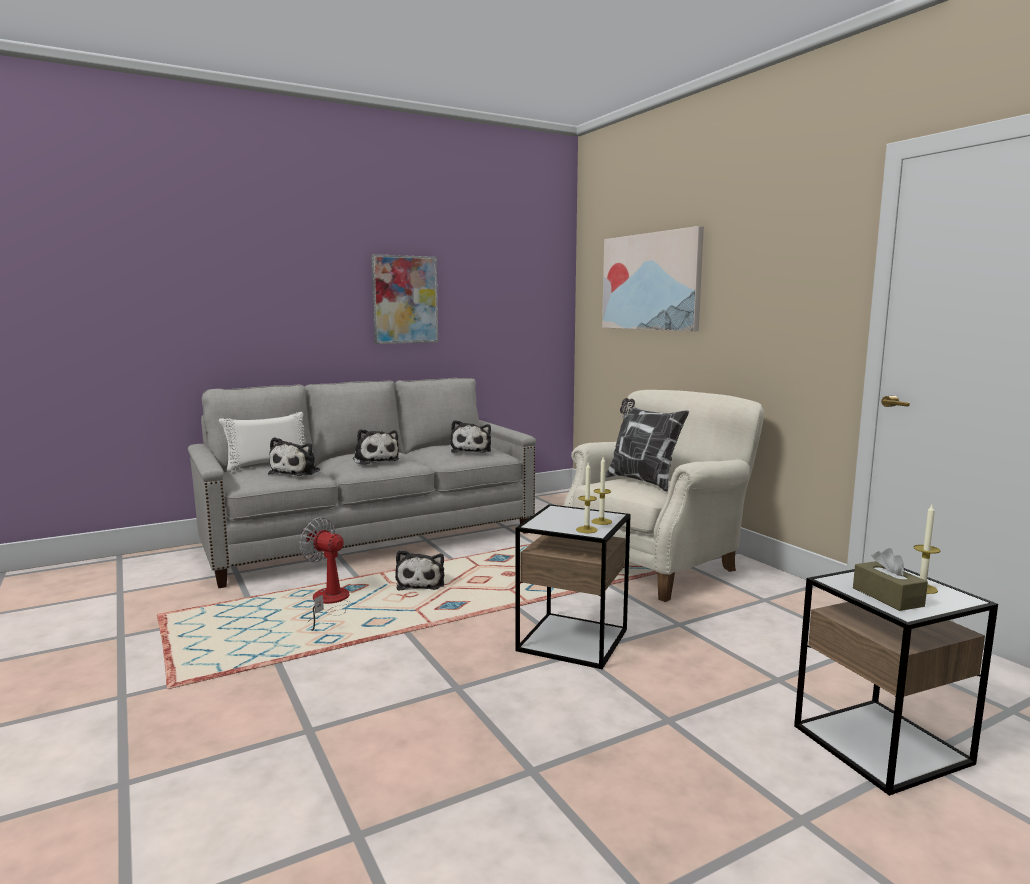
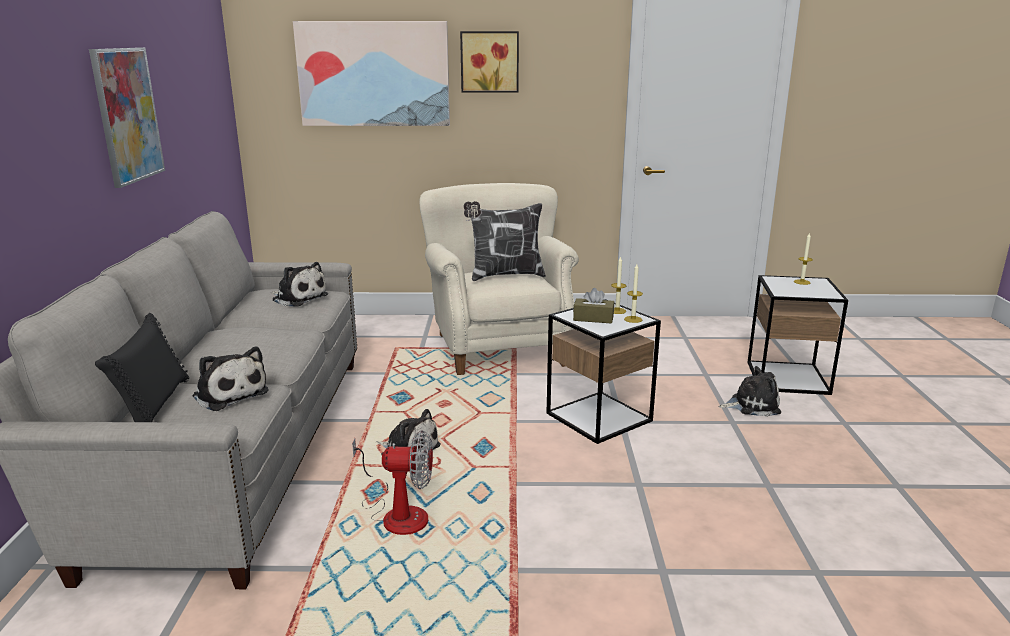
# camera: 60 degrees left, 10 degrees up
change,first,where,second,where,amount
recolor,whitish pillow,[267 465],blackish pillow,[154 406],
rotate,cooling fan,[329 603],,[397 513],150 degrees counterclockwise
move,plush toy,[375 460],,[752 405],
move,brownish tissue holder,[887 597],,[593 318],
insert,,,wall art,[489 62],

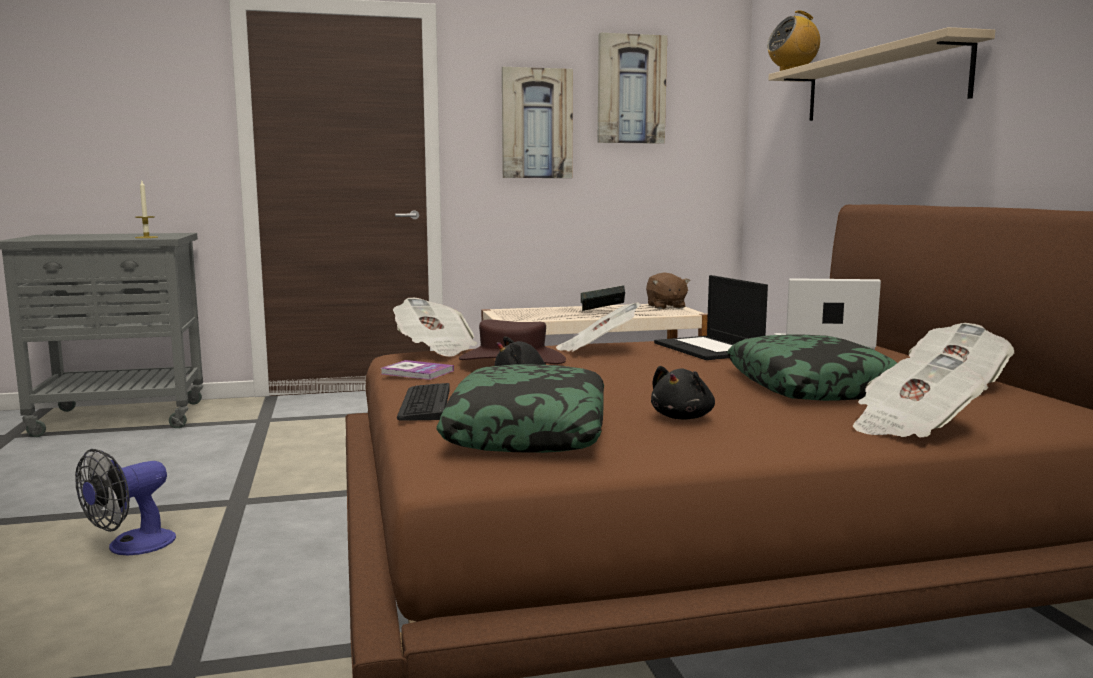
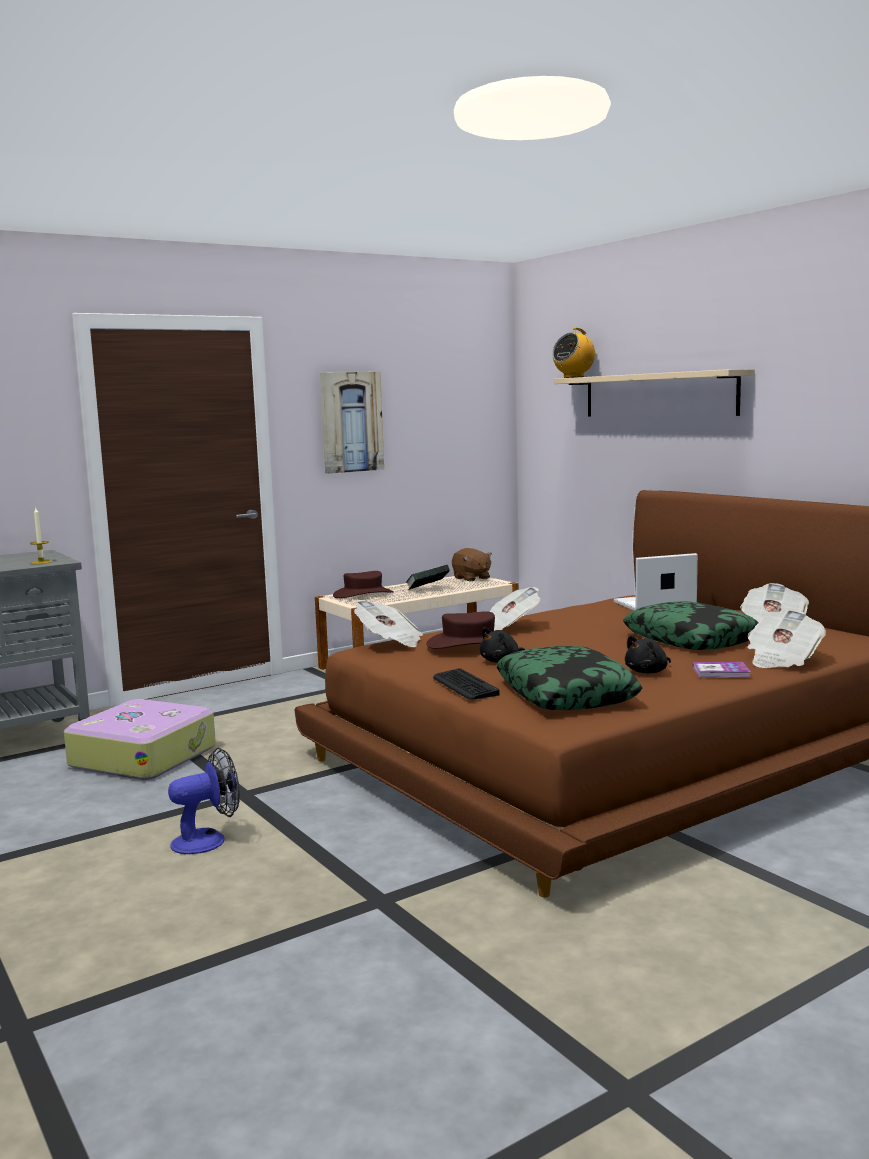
# camera: 20 degrees left, 0 degrees up
change,first,where,second,where,amount
rotate,cooling fan,[131 546],,[208 840],135 degrees counterclockwise
move,volume,[417 372],,[721 671],
delete,wall art,[631 89],,,
rotate,blackish plush toy,[683 417],,[648 672],45 degrees clockwise
delete,portable computer,[709 349],,,
insert,,,piece of luggage,[143 756],
insert,,,brownish clothing hat,[363 594],

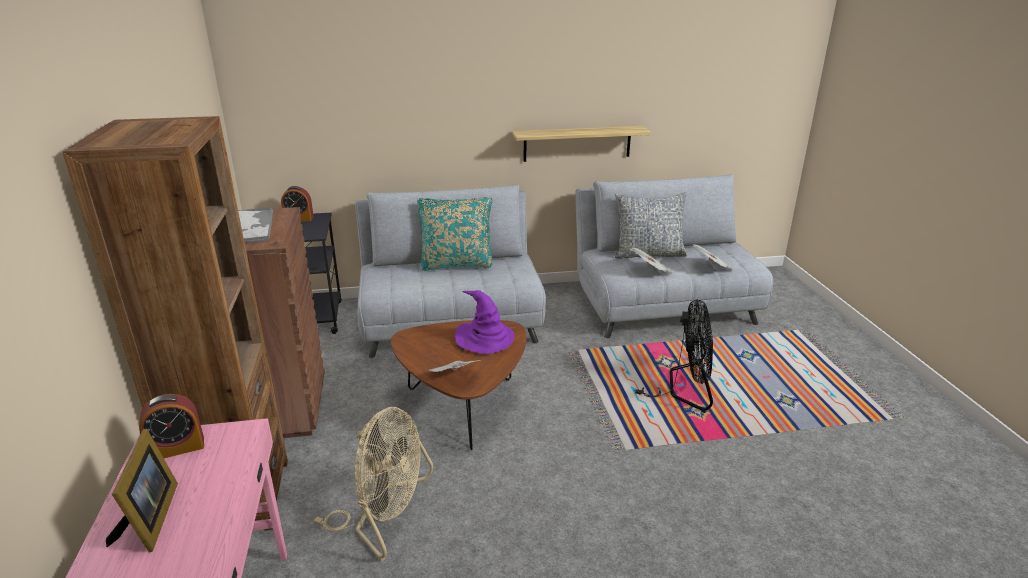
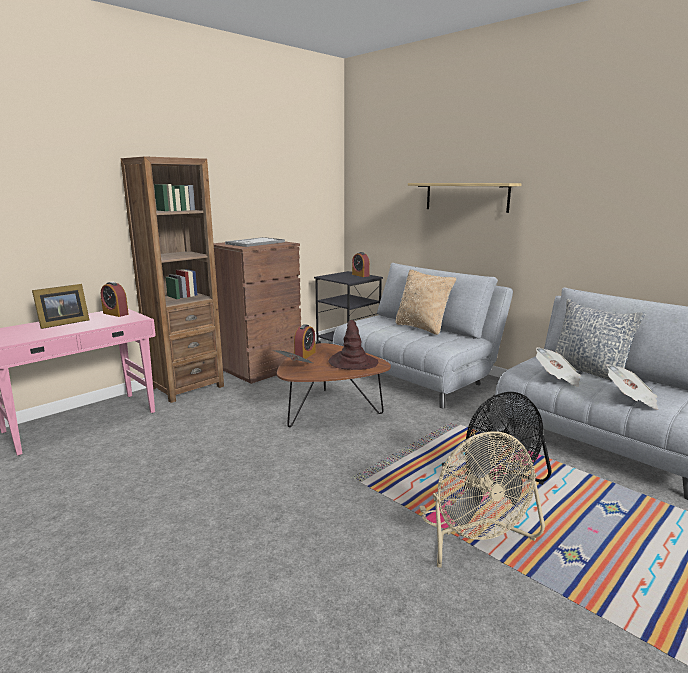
# camera: 55 degrees right, 10 degrees down
change,first,where,second,where,amount
move,sand-coloured cooling fan,[383 516],,[471 539],
recolor,blue-green pillow,[457 266],sand-coloured pillow,[422 329],
recolor,purplish clothing hat,[485 339],brownish clothing hat,[353 362],
move,wall shelf,[577 143],,[466 197],
insert,,,table clock,[305 355],

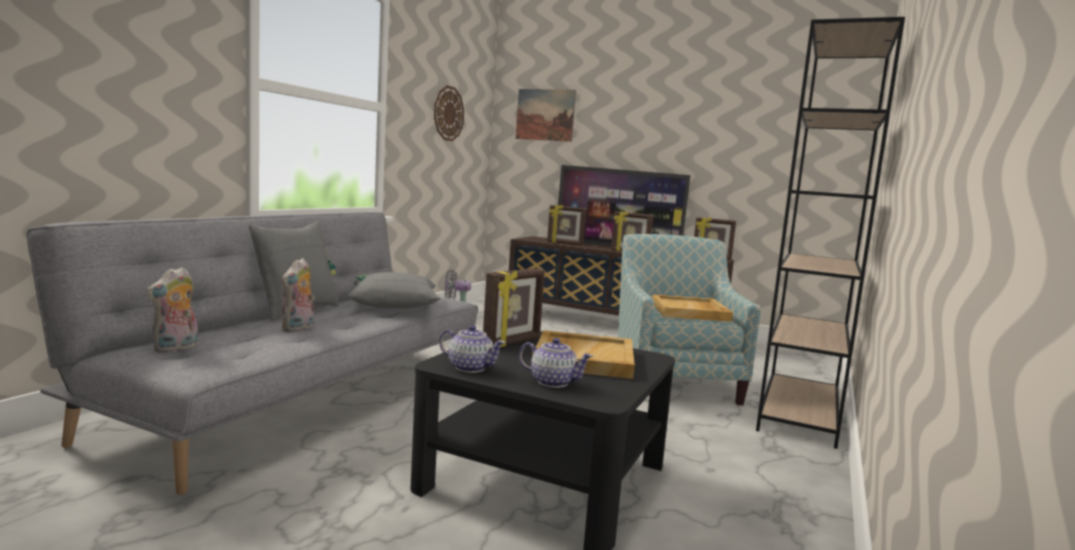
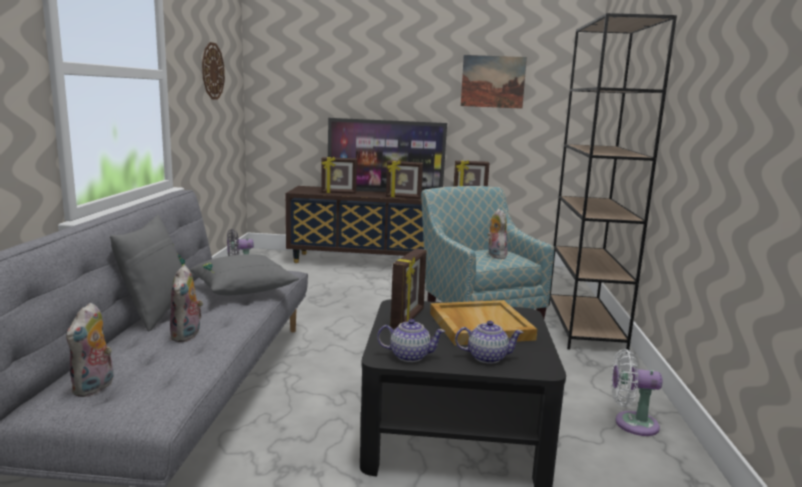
# camera: 20 degrees left, 5 degrees up
change,first,where,second,where,amount
move,wall art,[545 115],,[493 81],
replace,sand-coloured carrying tray,[690 312],plush toy,[495 255],
insert,,,whitish cooling fan,[631 423],

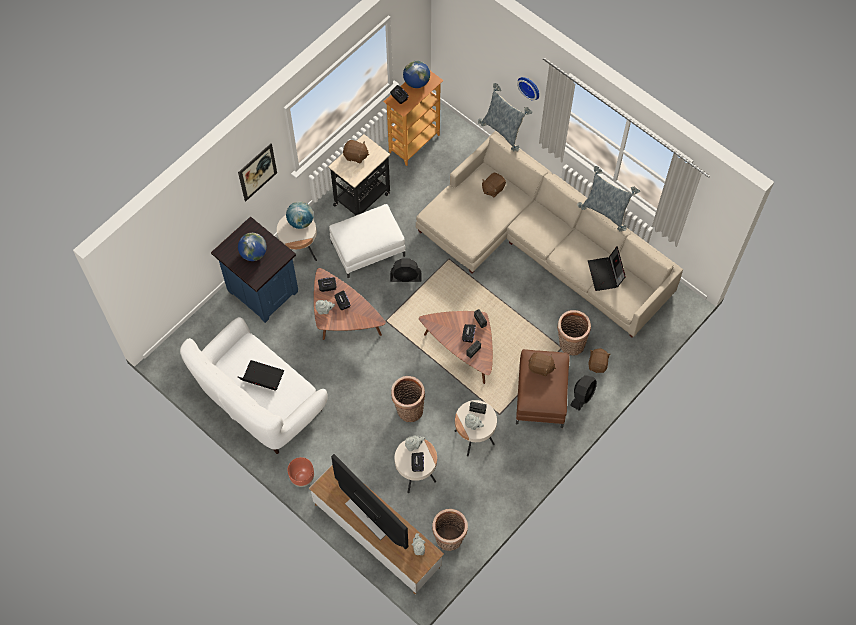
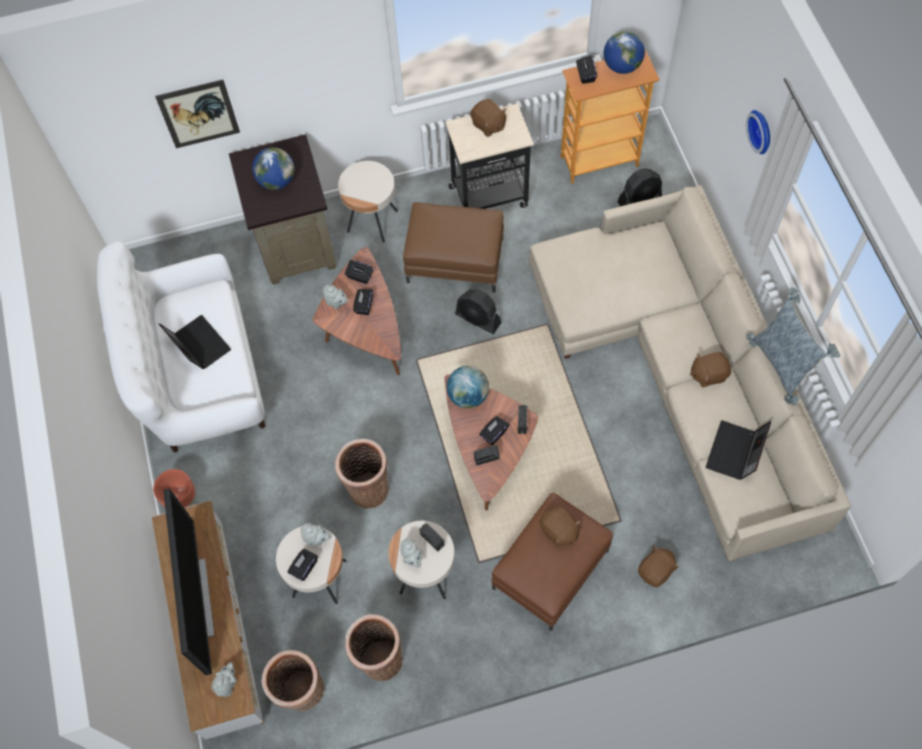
# camera: 35 degrees right, 0 degrees up
change,first,where,second,where,amount
recolor,bluish storage cabinet,[262 290],sand-coloured storage cabinet,[296 244],
move,wall art,[257 172],,[198 114],
move,world globe,[301 221],,[468 396],
recolor,whitish ottoman,[368 249],brownish ottoman,[455 260],
delete,pillow,[503 132],,,
move,brownish plush toy,[493 188],,[708 374],
move,household basket,[570 344],,[379 658],
move,blackish cooling fan,[582 395],,[639 199],

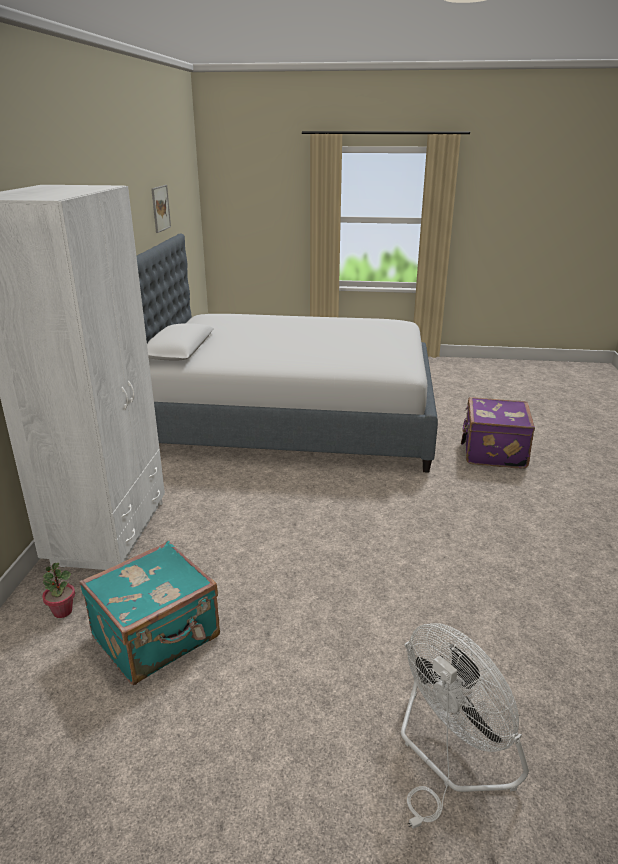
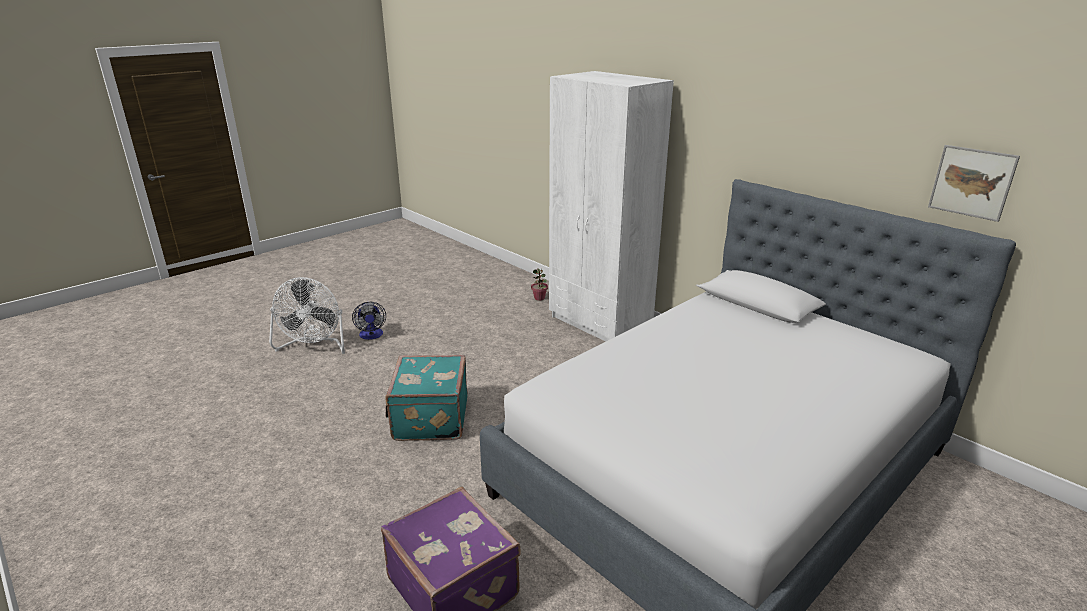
# camera: 130 degrees right, 0 degrees up
change,first,where,second,where,amount
move,blue-green piece of luggage,[157 638],,[429 419],
insert,,,cooling fan,[371 336],

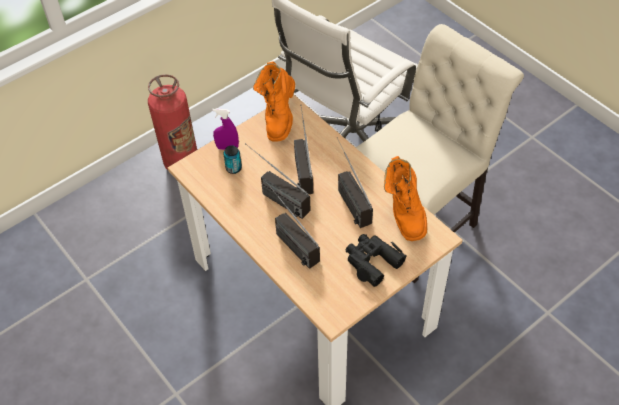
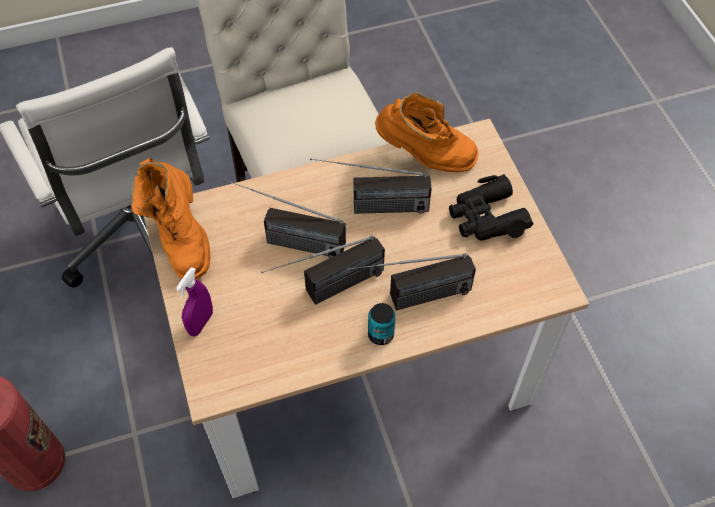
# camera: 70 degrees left, 5 degrees up
change,first,where,second,where,amount
move,can,[233 168],,[380 334],
rotate,orange tall boot,[279 118],,[181 238],45 degrees clockwise

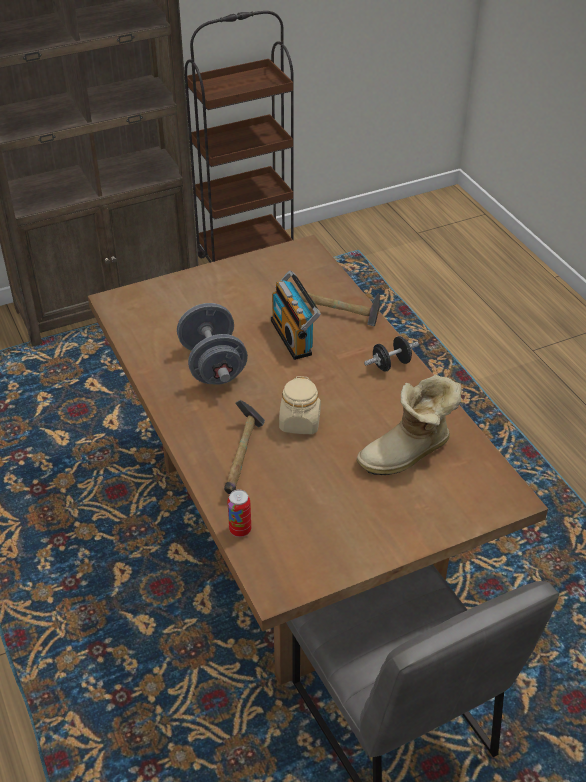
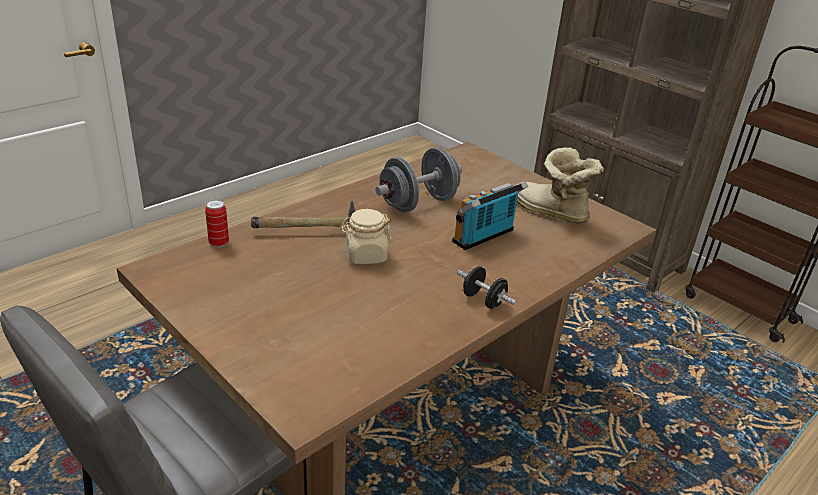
# camera: 70 degrees right, 10 degrees down
change,first,where,second,where,amount
delete,hand hammer,[334 313],,,
move,tall boot,[408 454],,[550 213],

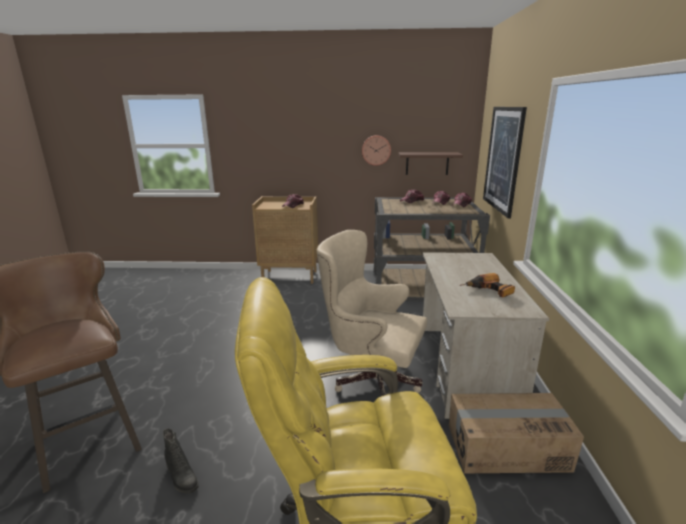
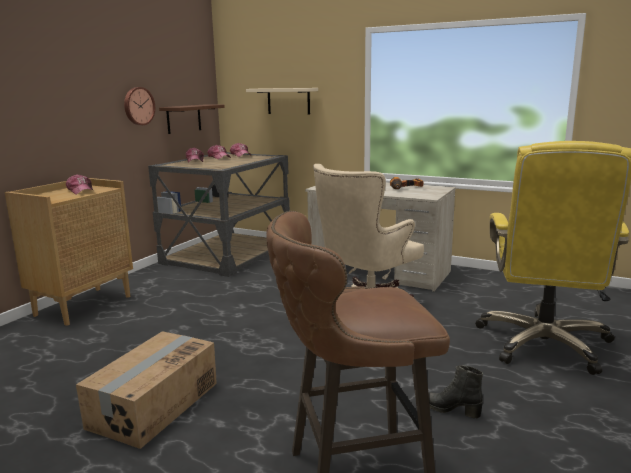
# camera: 65 degrees left, 5 degrees down
change,first,where,second,where,amount
rotate,blackish tall boot,[181 478],,[451 409],135 degrees counterclockwise
move,carton,[506 447],,[153 405],
replace,wall art,[503 159],sand-coloured wall shelf,[288 101],

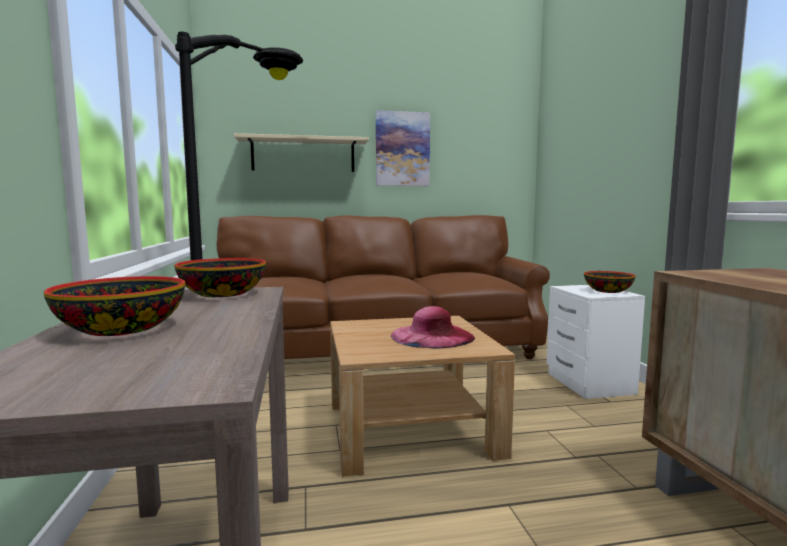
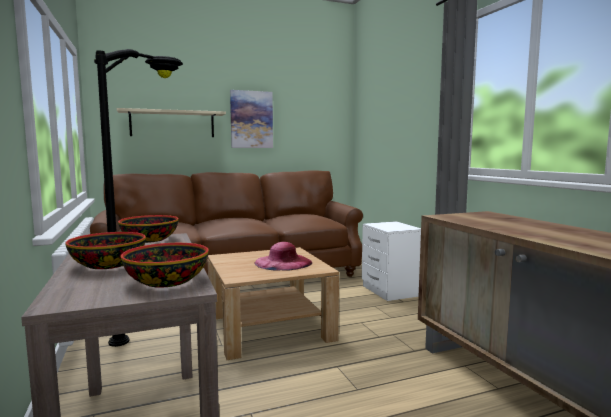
# camera: 10 degrees left, 0 degrees up
change,first,where,second,where,amount
move,serving bowl,[607 291],,[166 281],

